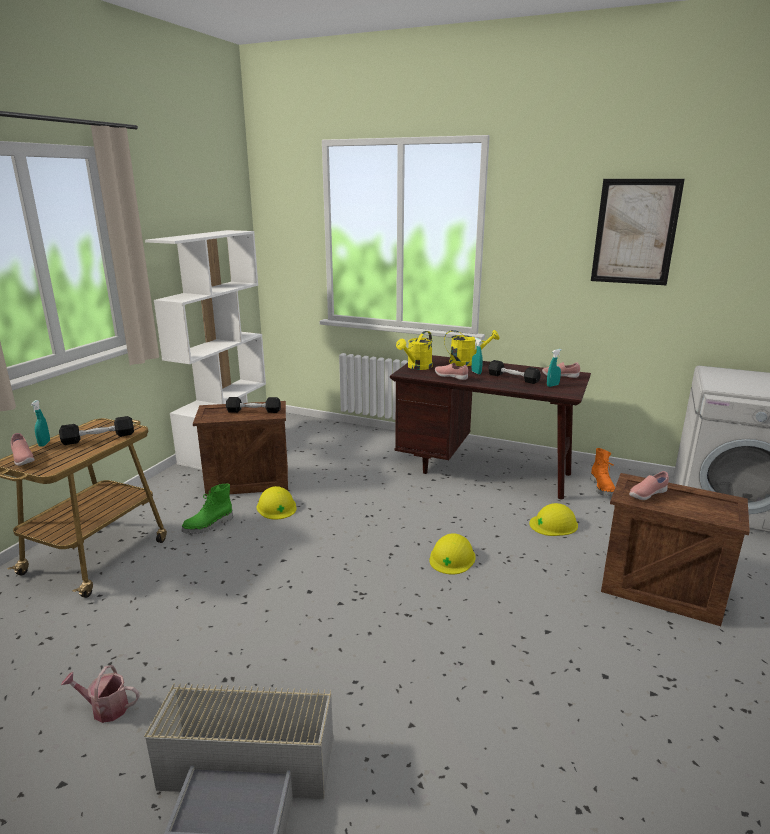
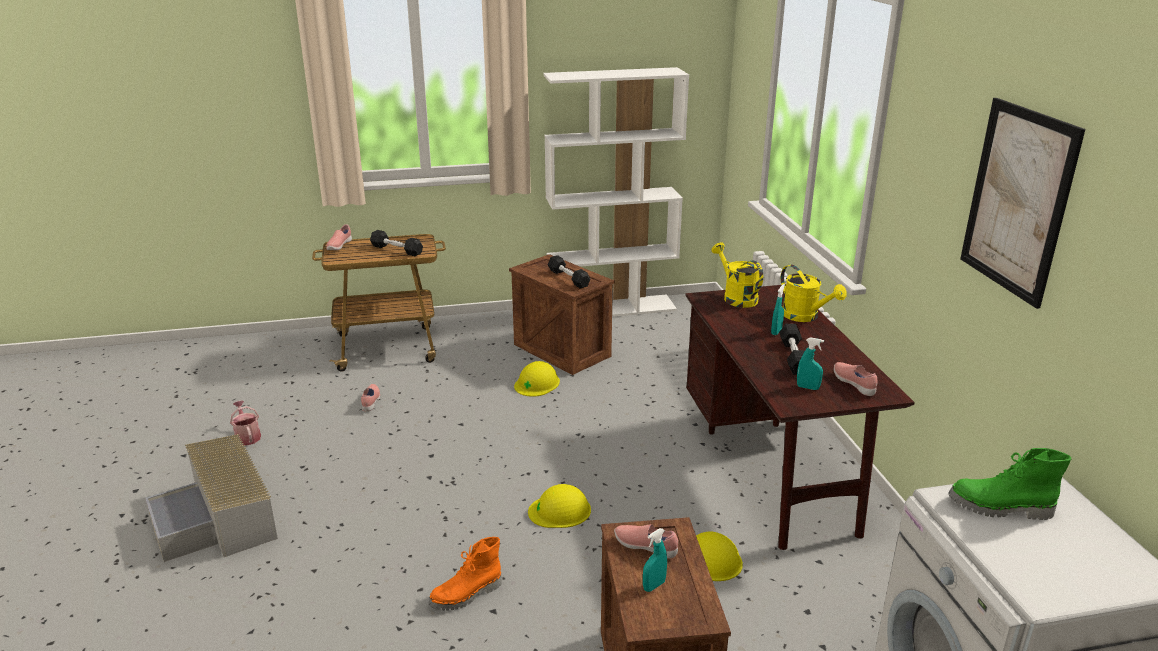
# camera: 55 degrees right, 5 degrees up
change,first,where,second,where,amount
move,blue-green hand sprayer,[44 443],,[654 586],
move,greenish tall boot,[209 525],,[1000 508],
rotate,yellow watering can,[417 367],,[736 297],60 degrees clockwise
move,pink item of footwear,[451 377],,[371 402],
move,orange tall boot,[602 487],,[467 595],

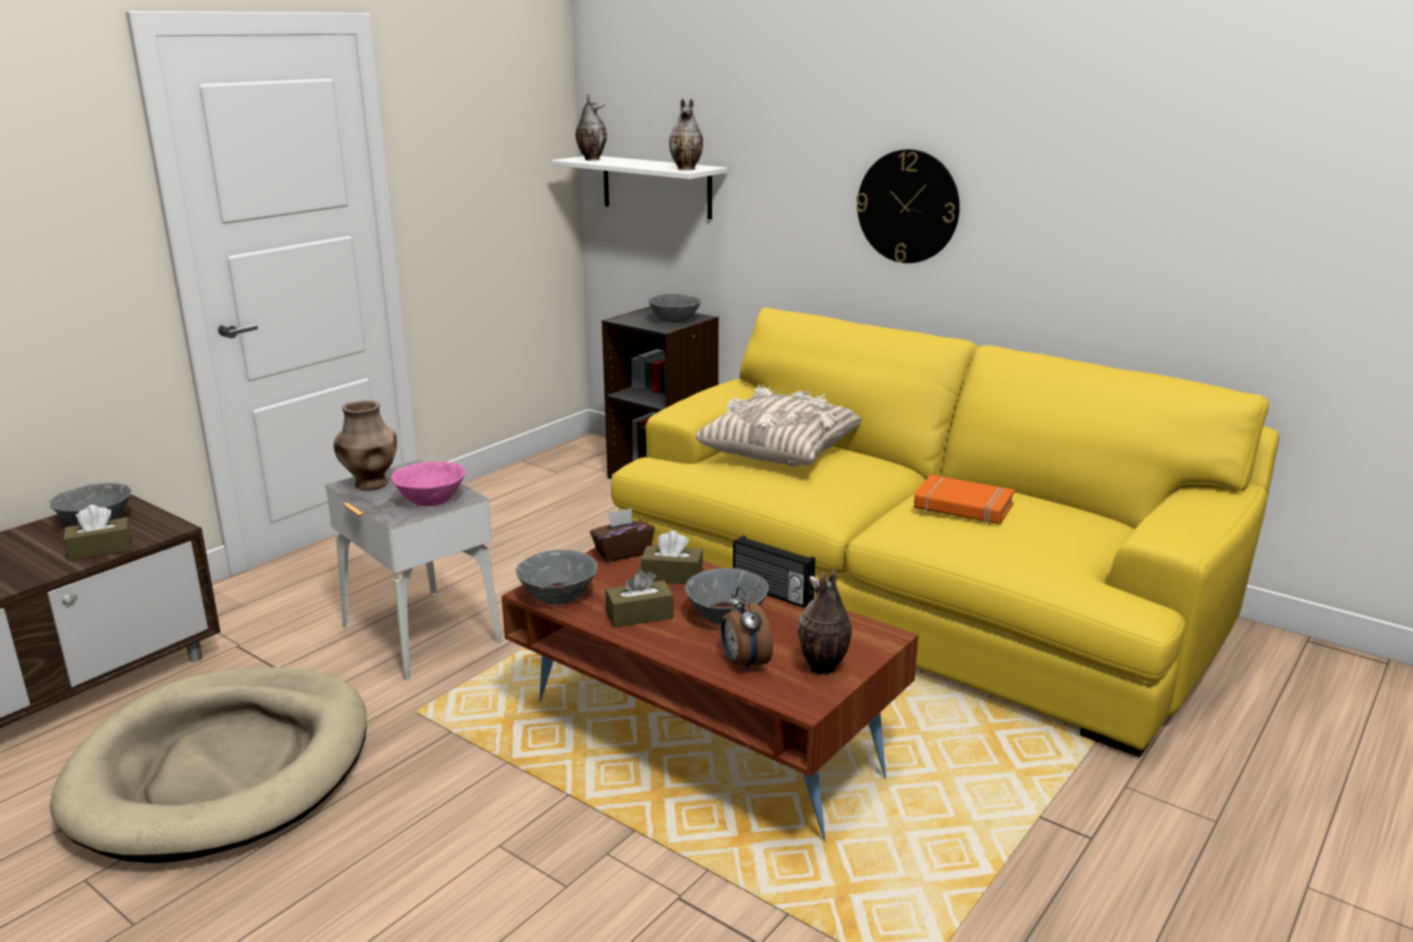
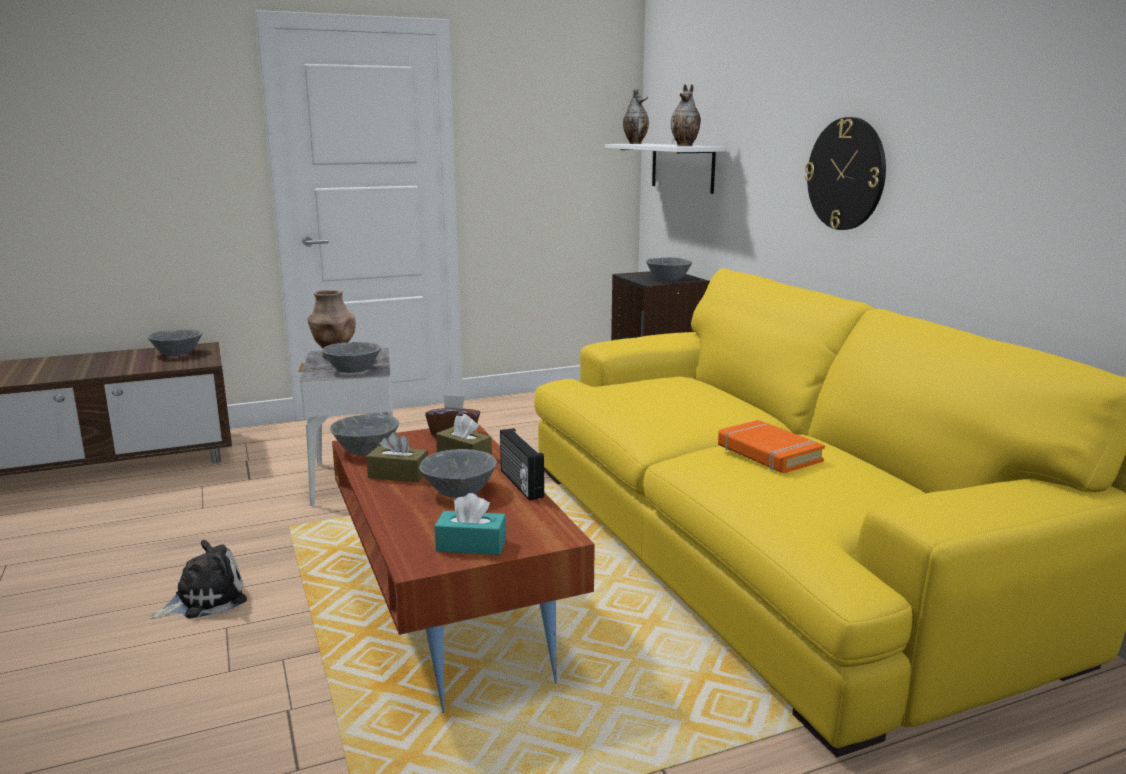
# camera: 30 degrees right, 5 degrees down
change,first,where,second,where,amount
delete,sand-coloured dog bed,[223 769],,,
delete,brownish tissue holder,[101 550],,,
recolor,pink serving bowl,[432 500],gray serving bowl,[353 370],
delete,sand-coloured pillow,[779 453],,,
delete,table clock,[744 663],,,
replace,decorative vase,[822 668],blue-green tissue holder,[471 545],
insert,,,plush toy,[205 599],

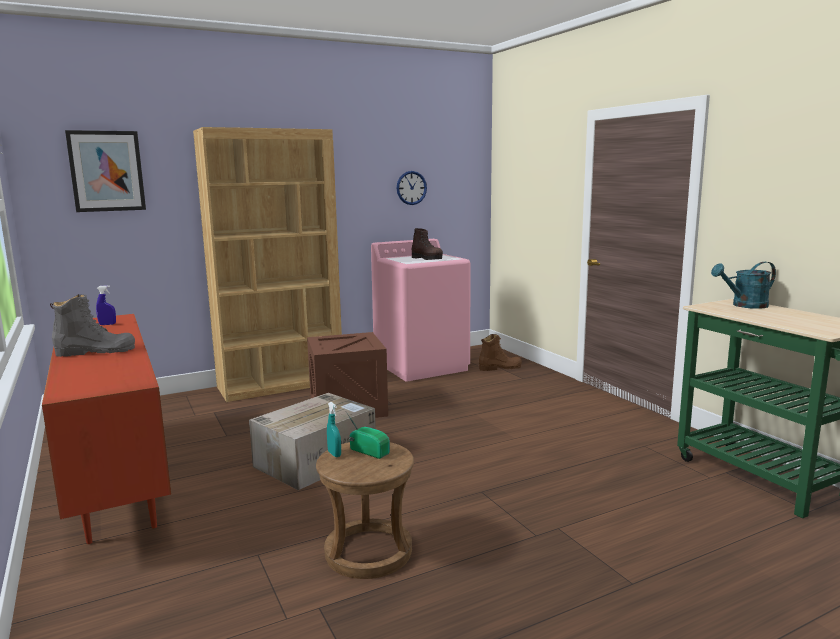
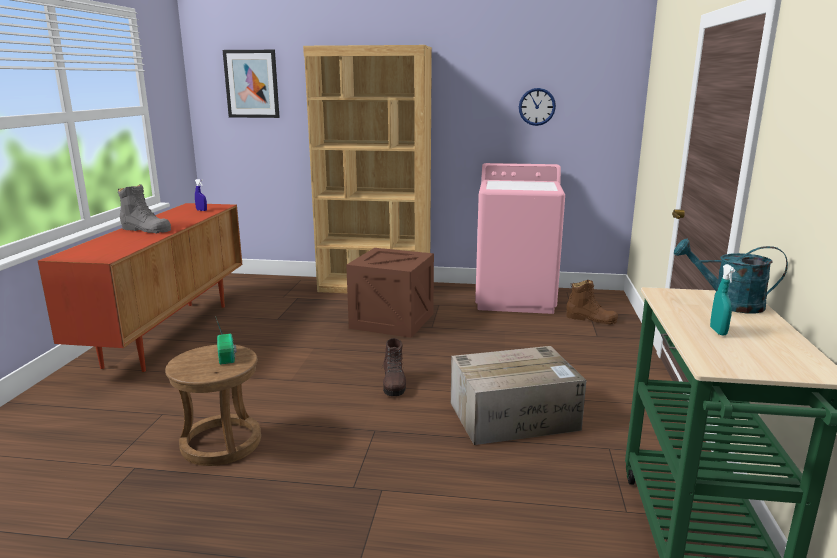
# camera: 35 degrees right, 5 degrees up
change,first,where,second,where,amount
move,carton,[316 459],,[515 416],
move,blue-green hand sprayer,[334 454],,[718 331],
move,brownish tall boot,[427 258],,[394 385],

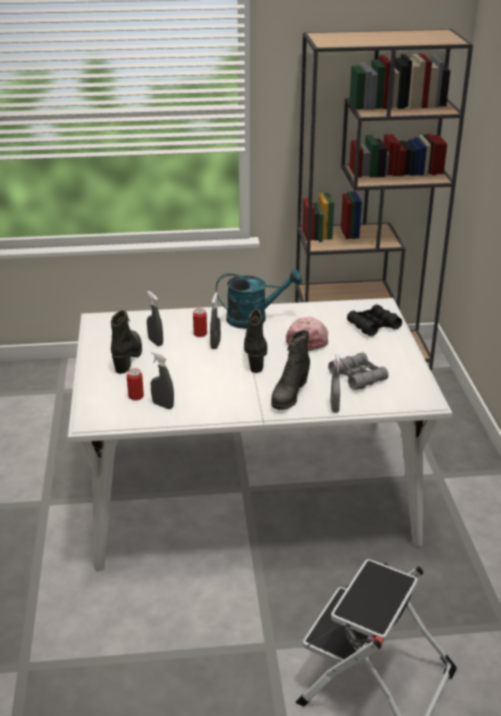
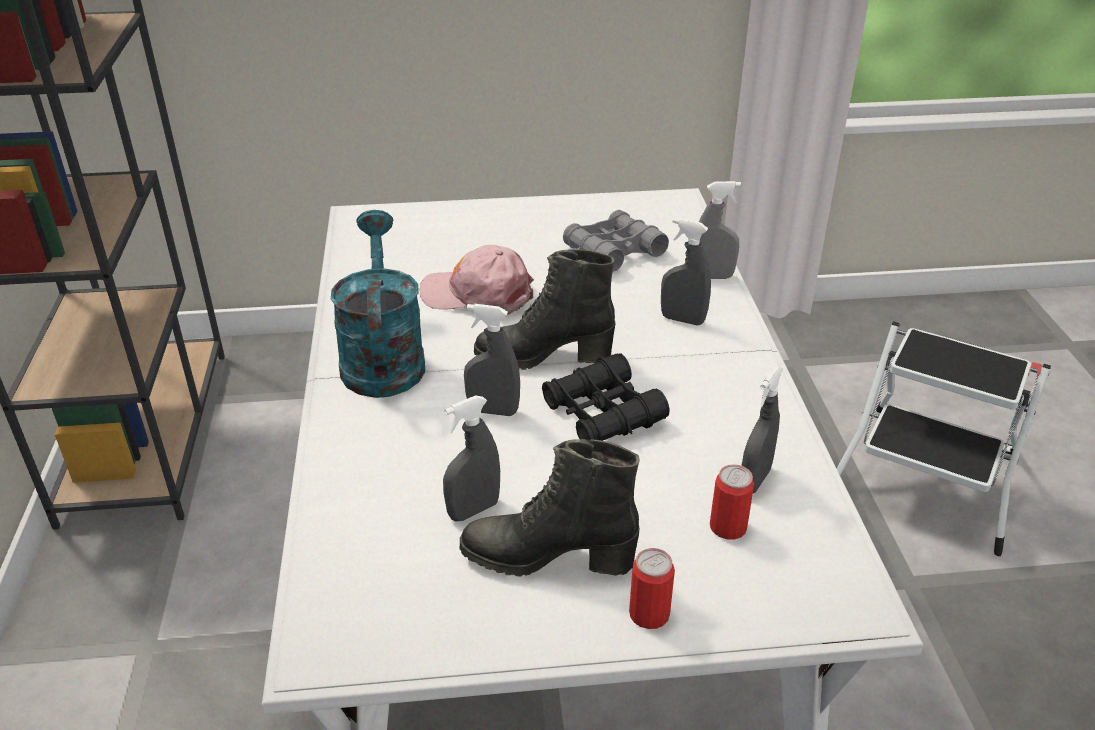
# camera: 90 degrees left, 5 degrees up
change,first,where,second,where,amount
move,can,[200 334],,[649 614],
replace,blackish tall boot,[289 395],gray hand sprayer,[682 320],
move,blackish pair of binoculars,[373 326],,[603 413],

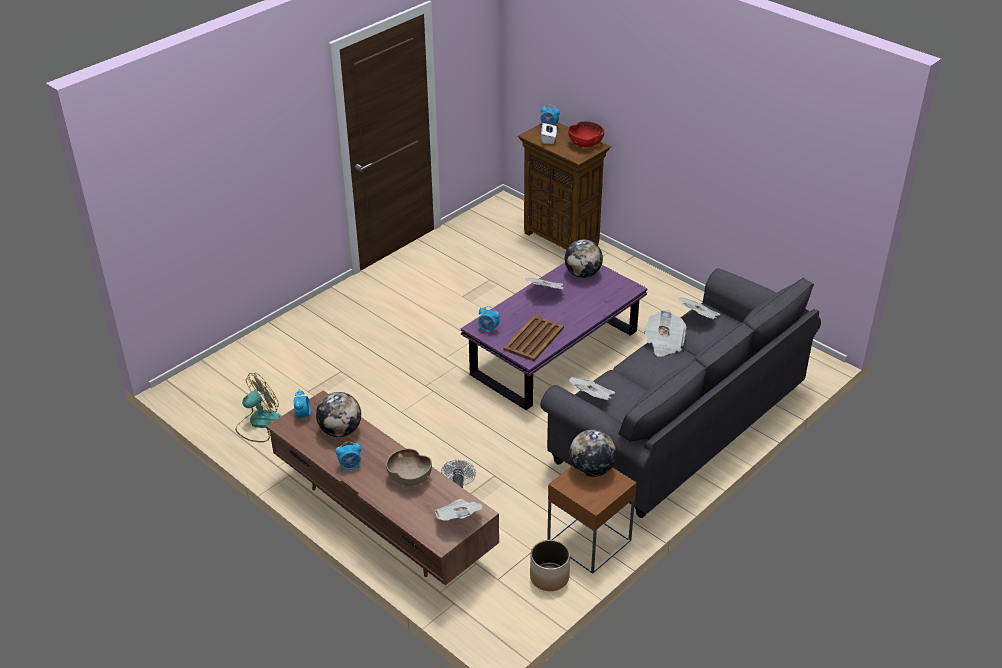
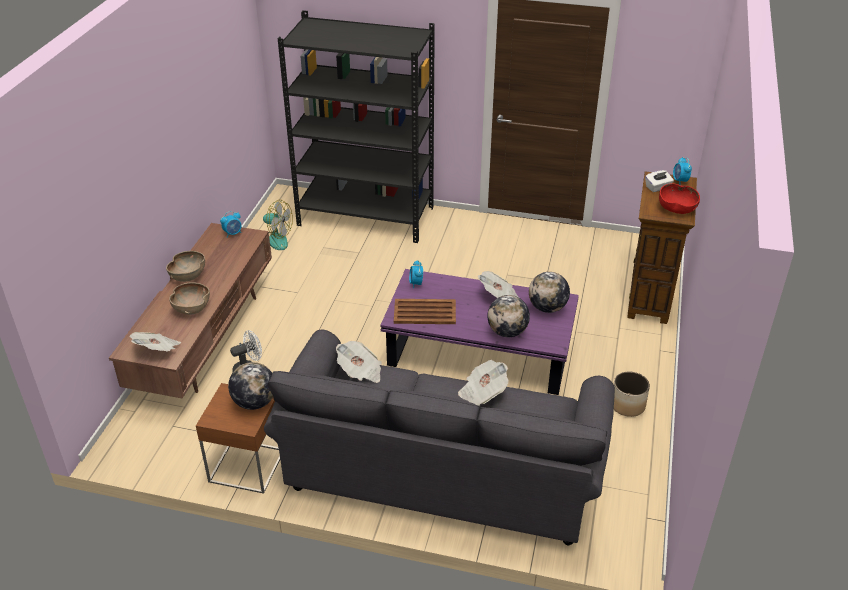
# camera: 60 degrees right, 0 degrees up
change,first,where,second,where,amount
move,world globe,[340 431],,[507 332],
replace,table clock,[350 466],brownish serving bowl,[188 276],
move,plant pot,[549 577],,[627 405],
delete,daily paper,[699 317],,,
insert,,,blackish shelving unit,[366 216],

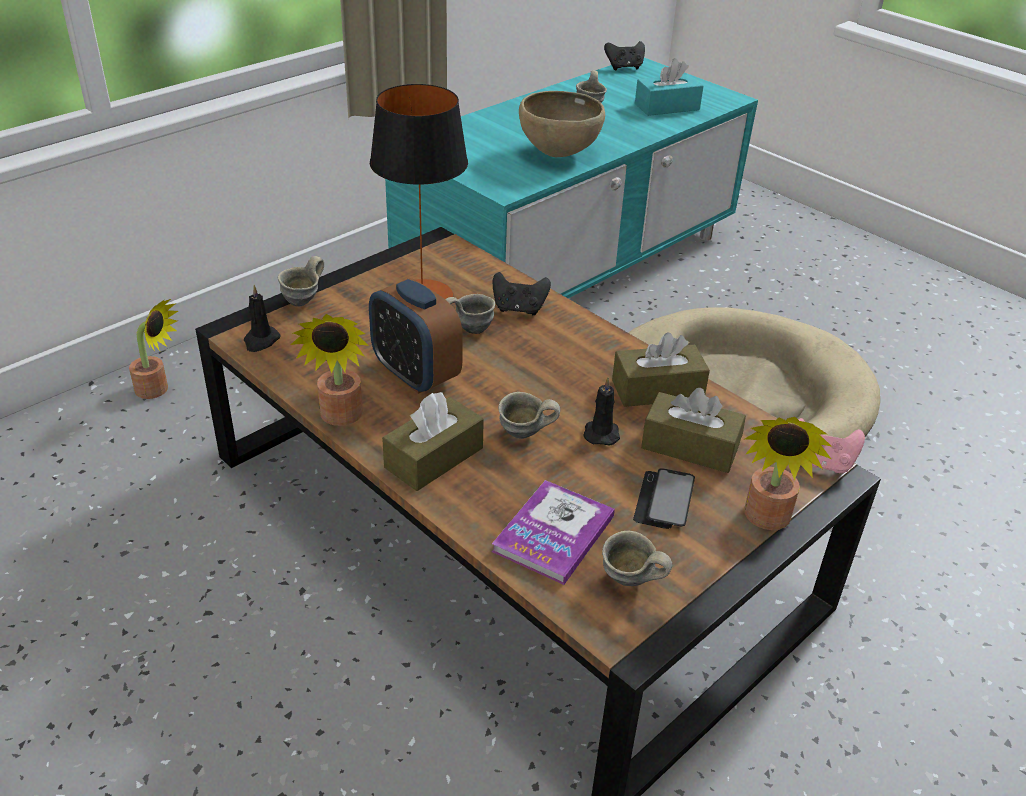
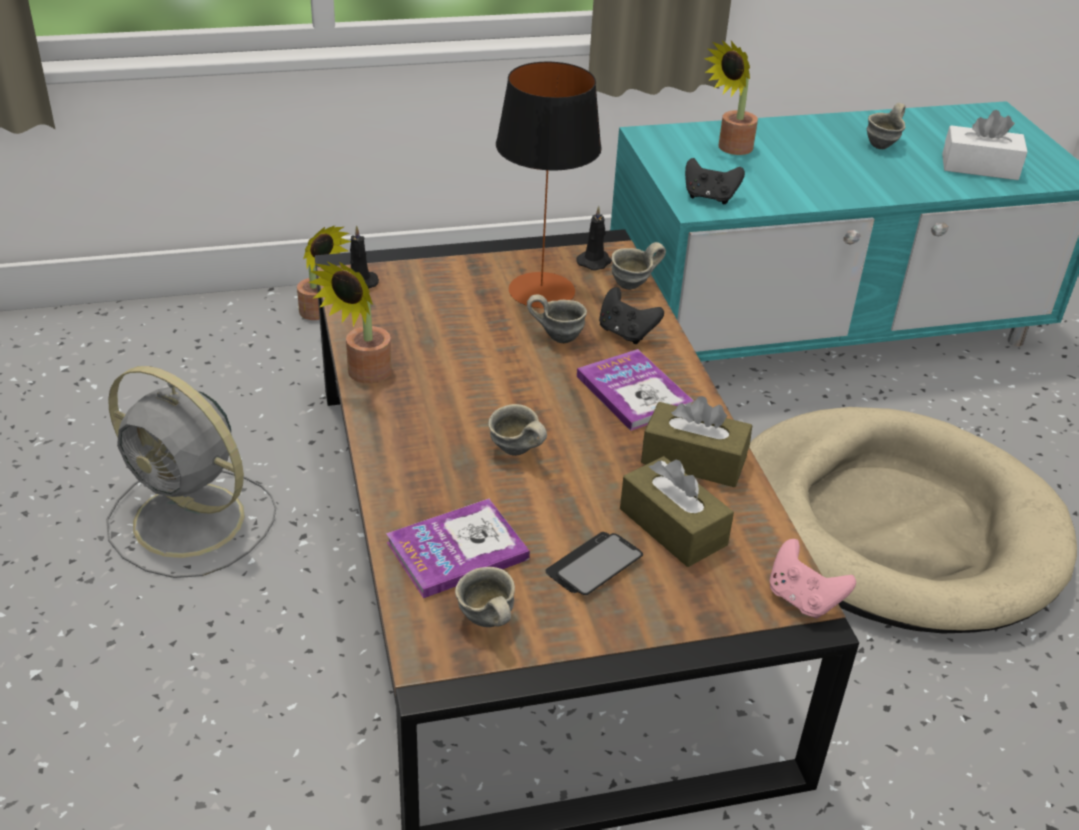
# camera: 30 degrees right, 0 degrees up
change,first,where,second,where,amount
move,gray coffee mug,[305 301],,[634 286],
delete,table clock,[415 374],,,
delete,brownish tissue holder,[434 458],,,
delete,brownish serving bowl,[559 154],,,
move,blackish candle,[601 433],,[595 261],
move,blackish gamepad,[624 67],,[709 197],
recolor,blue-green tissue holder,[667 107],whitish tissue holder,[979 167],
move,potted plant,[766 520],,[730 149],
insert,,,gray cooling fan,[193 522],
insert,,,volume,[633 392],

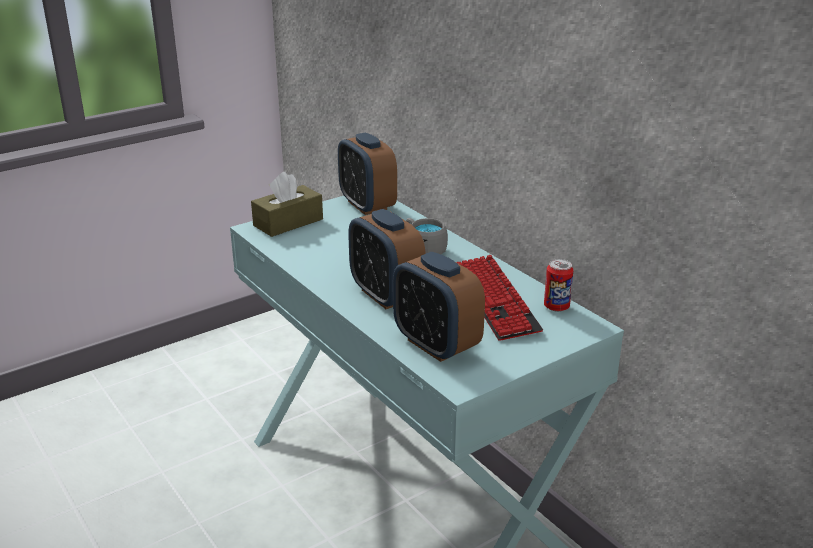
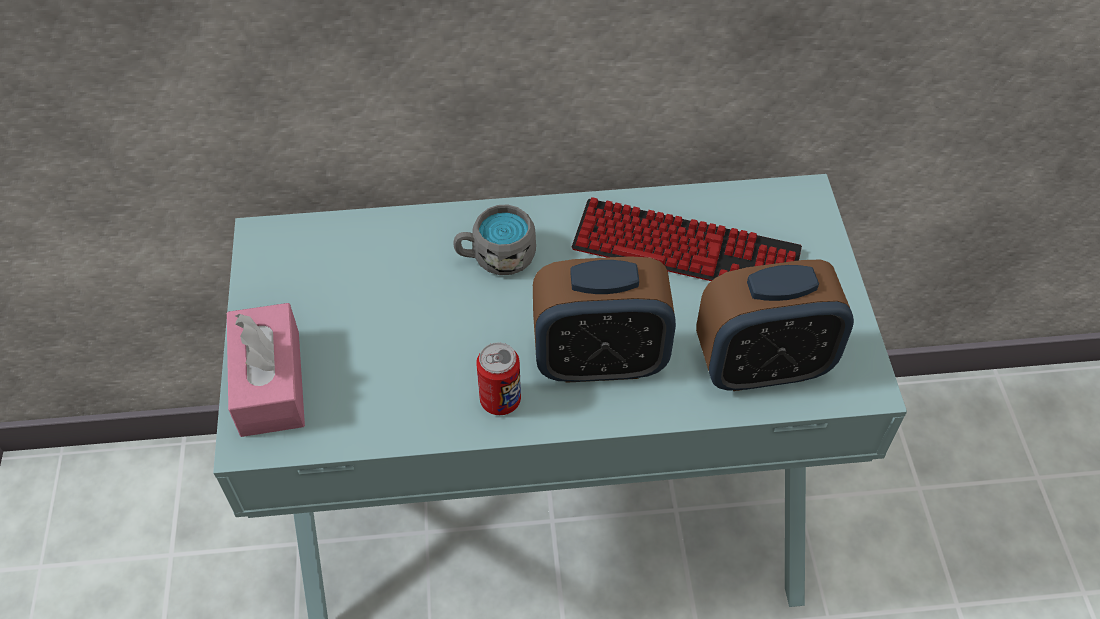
# camera: 60 degrees left, 25 degrees up
change,first,where,second,where,amount
recolor,brownish tissue holder,[288 222],pink tissue holder,[270 382],
delete,table clock,[367 205],,,
move,can,[556 307],,[500 400],

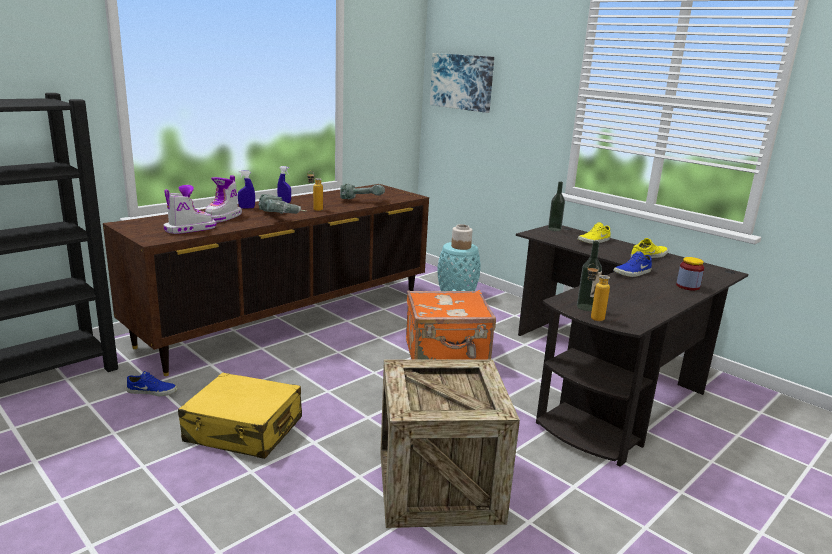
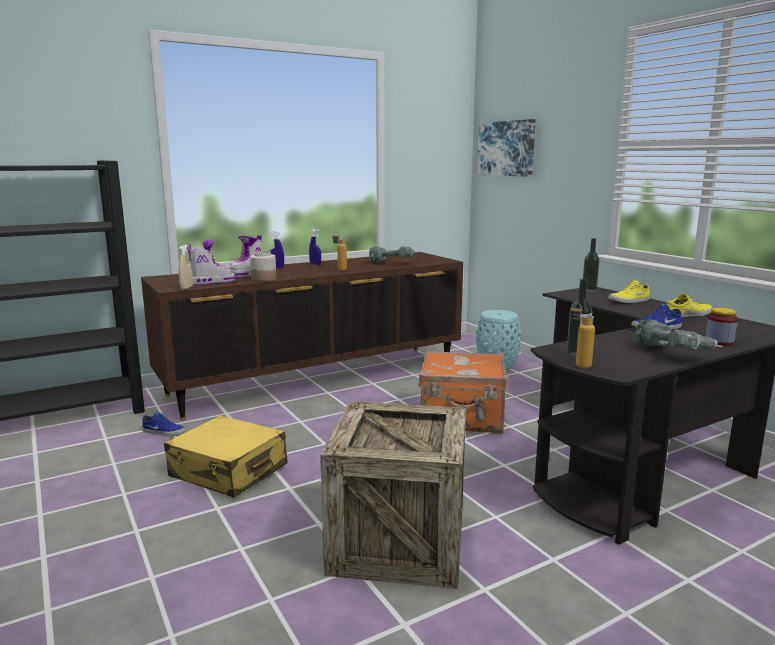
# camera: 15 degrees right, 5 degrees down
change,first,where,second,where,amount
move,drill,[280 216],,[674 353],
move,storage jar,[461 246],,[264 279],
insert,,,sand-coloured hand sprayer,[186 288],

